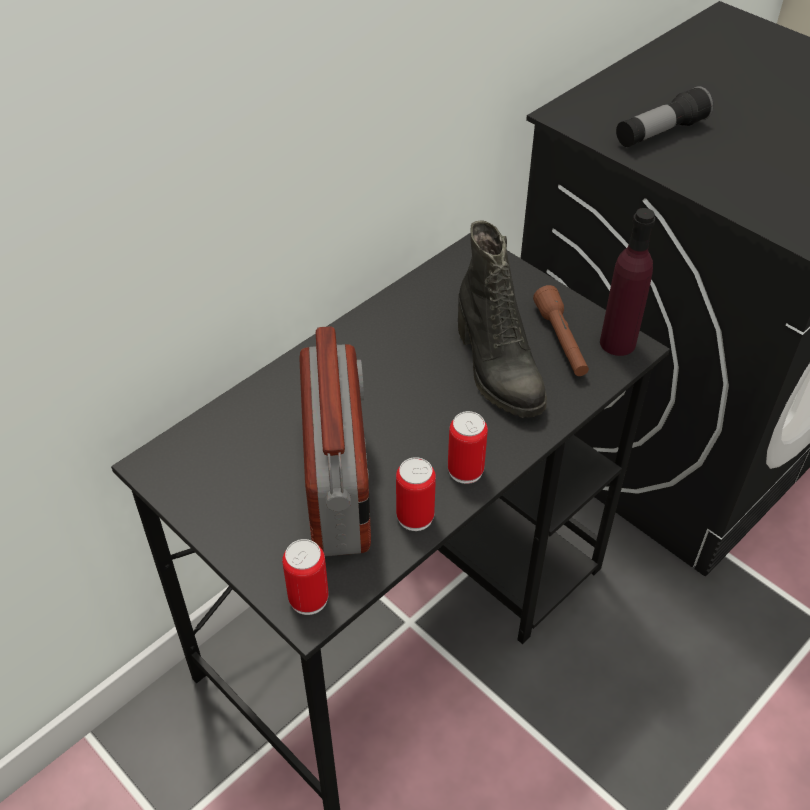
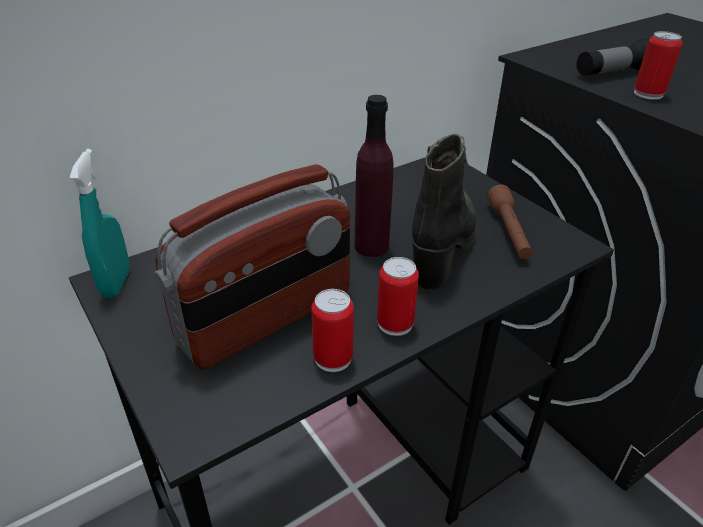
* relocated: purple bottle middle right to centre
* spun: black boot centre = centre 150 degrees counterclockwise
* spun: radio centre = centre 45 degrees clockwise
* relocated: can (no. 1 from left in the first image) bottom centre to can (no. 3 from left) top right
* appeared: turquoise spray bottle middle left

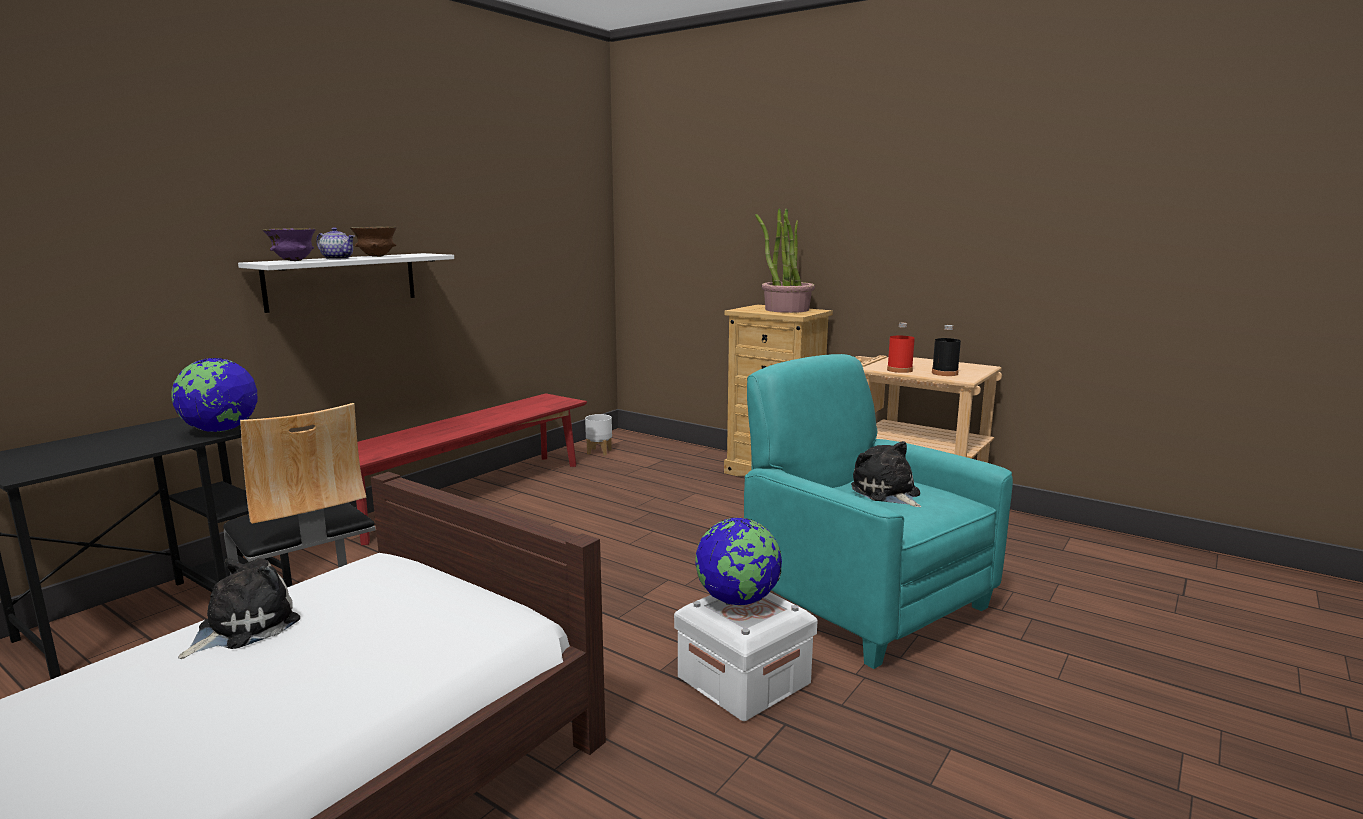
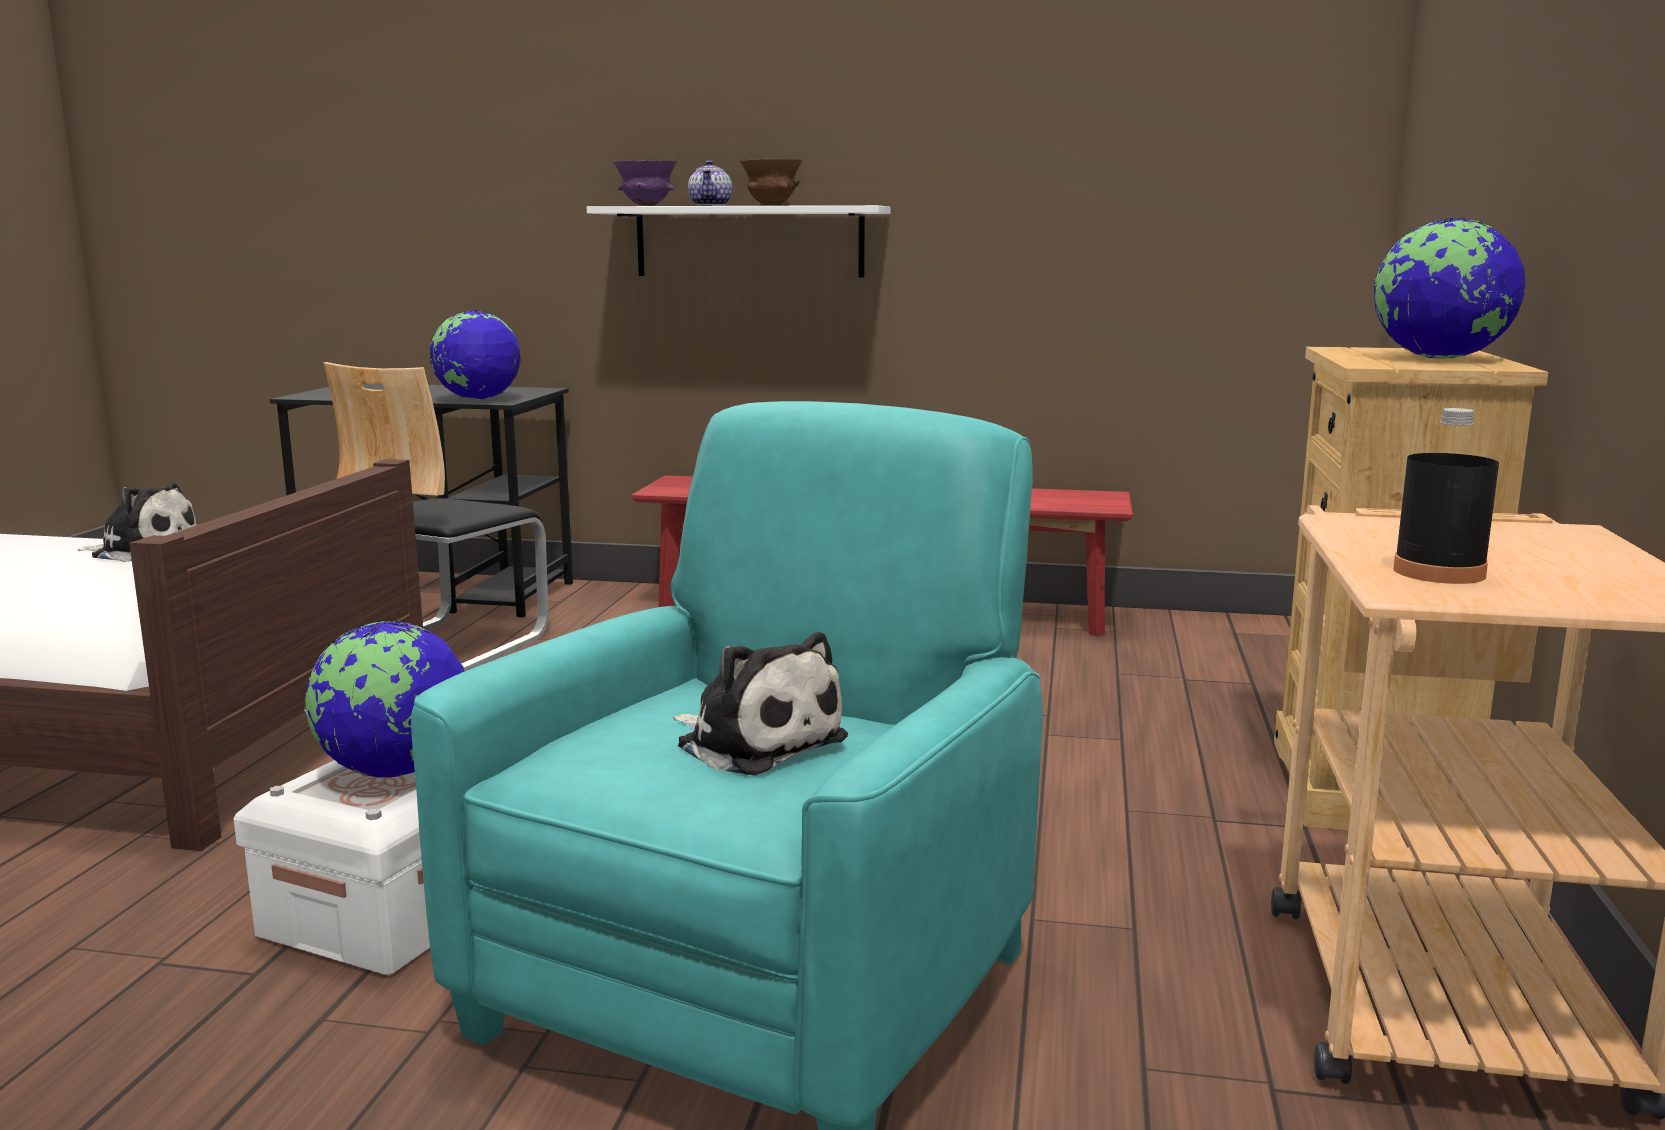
* exchanged: potted plant top centre to globe (no. 3 from left) top right
* missing: red bottle centre
* missing: white planter centre
* spun: plush toy (no. 2 from left) centre = centre 90 degrees clockwise

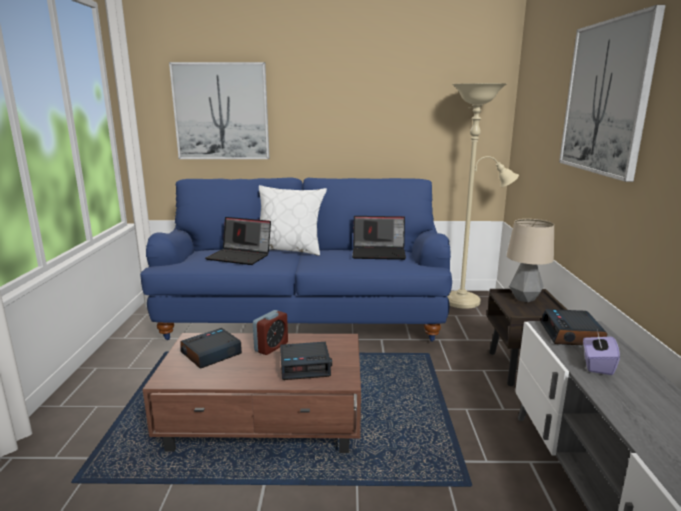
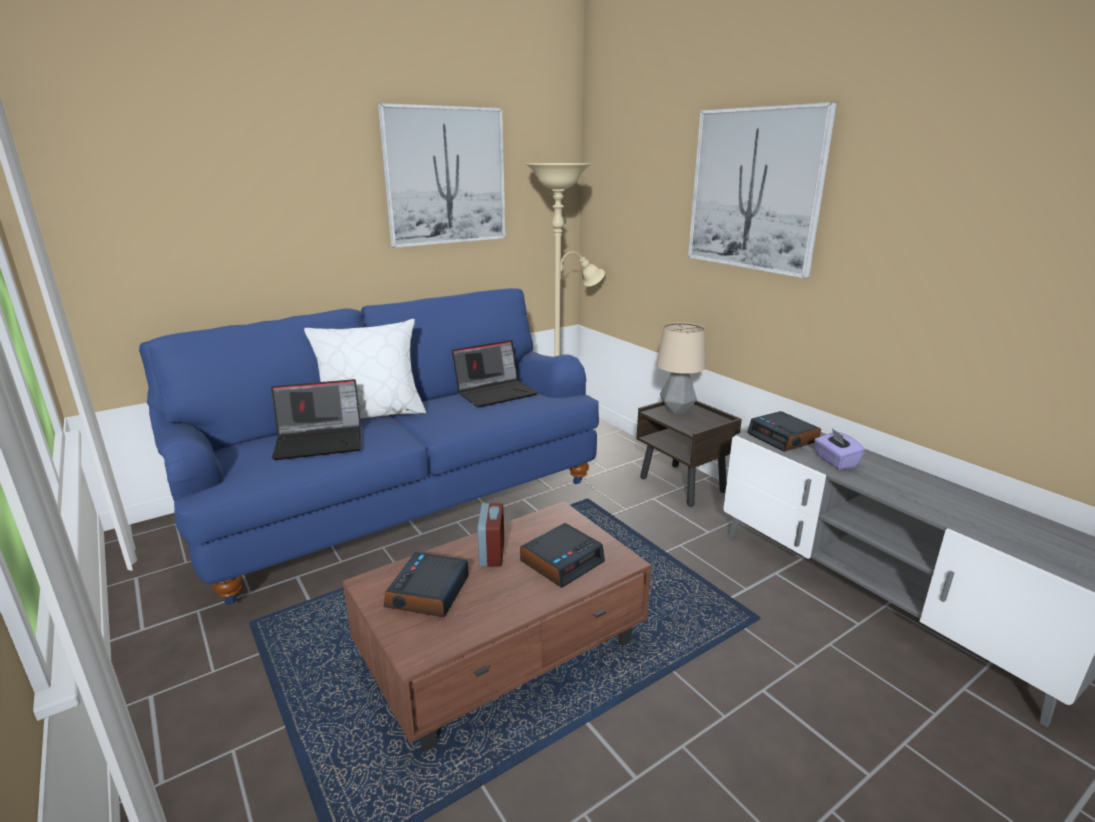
* relocated: picture (no. 1 from left) top left to top centre

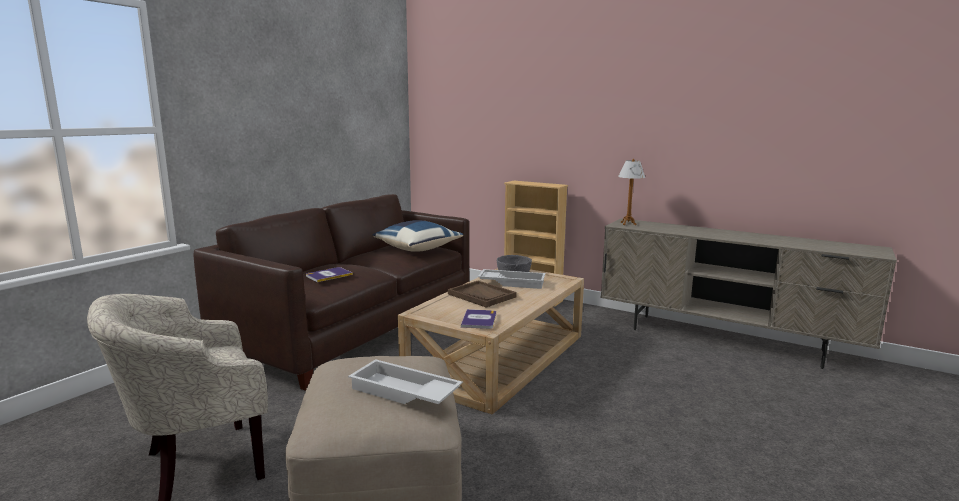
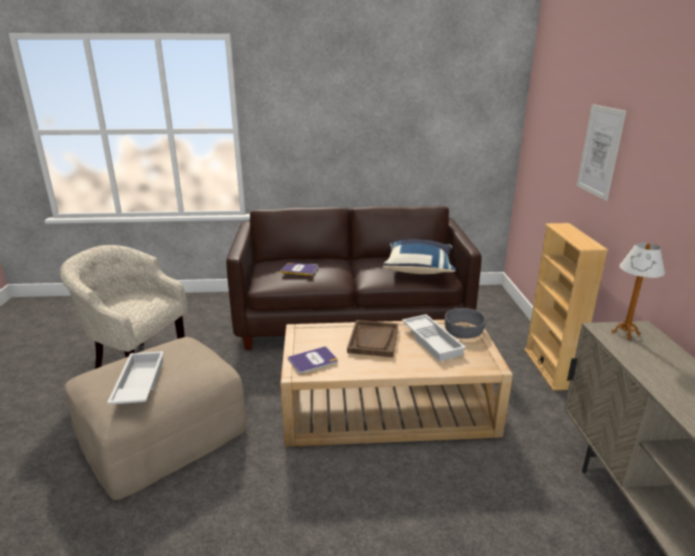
* appeared: picture top right

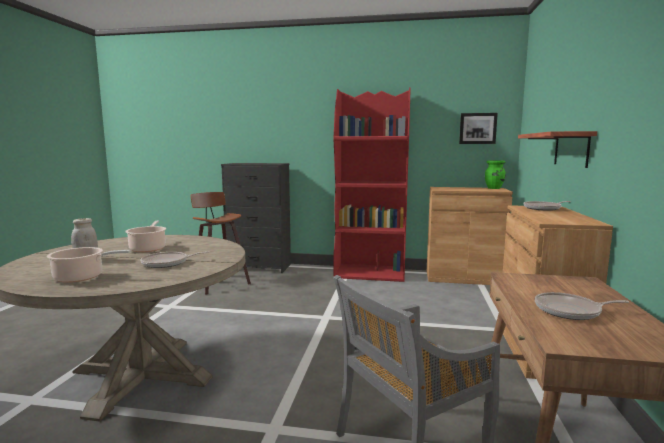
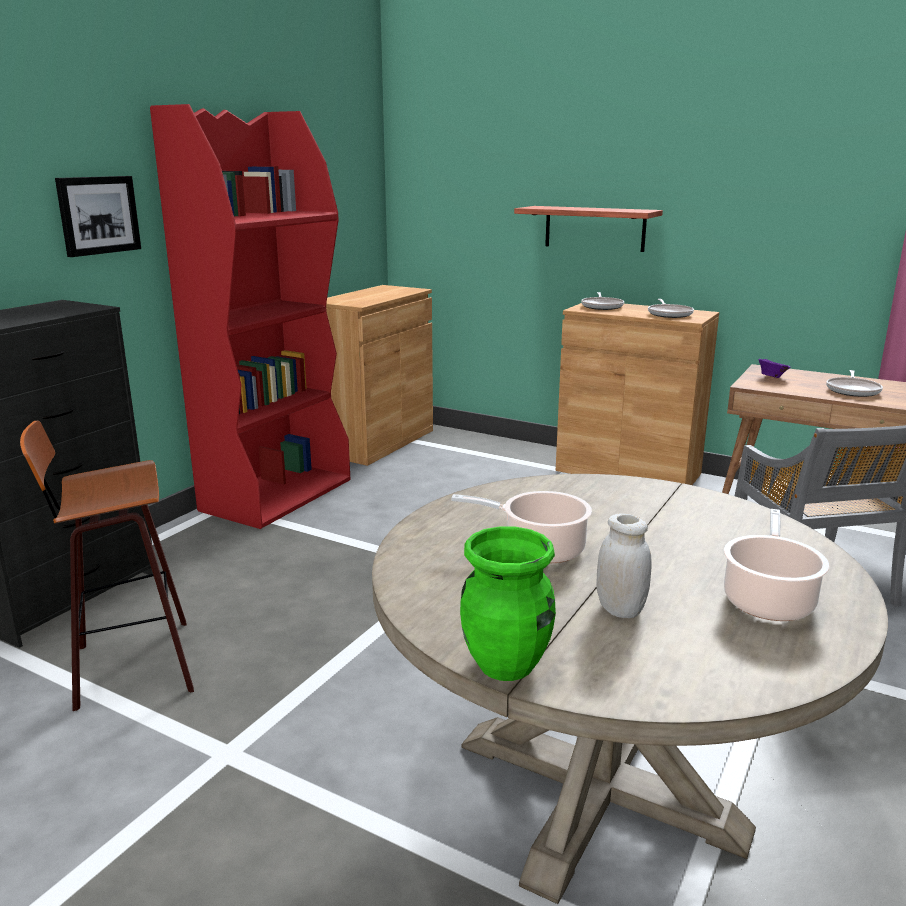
* relocated: picture top right to top left
* relocated: green vase middle right to centre
* relocated: frying pan (no. 1 from left in the first image) middle left to frying pan (no. 2 from left) middle right
* appeared: purple bowl middle right

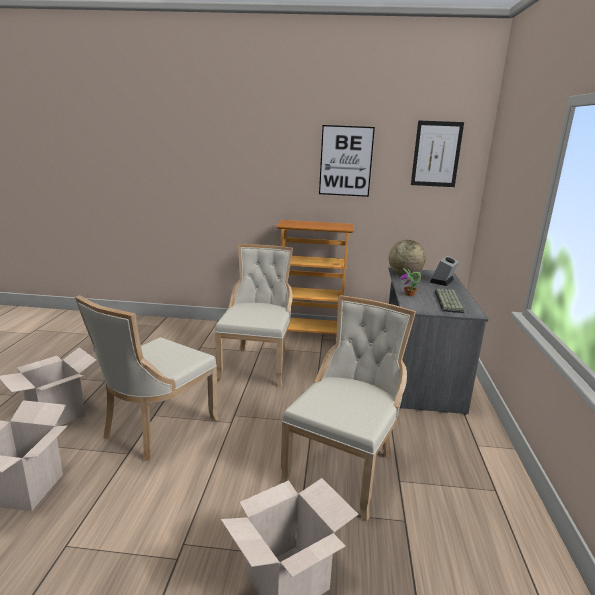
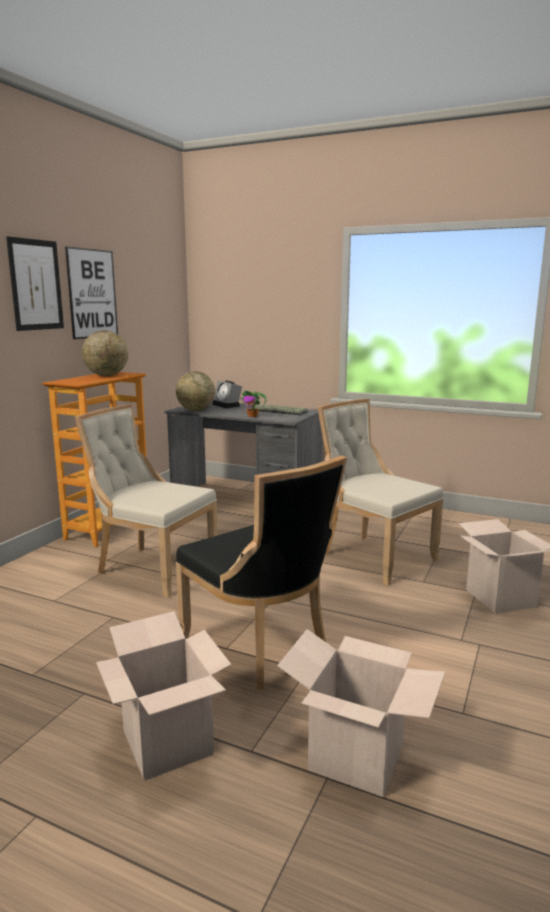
* relocated: picture (no. 2 from left in the first image) top right to picture (no. 1 from left) top left
* colour: beige chair (no. 1 from left) middle left to black chair centre
* appeared: globe (no. 1 from left) middle left

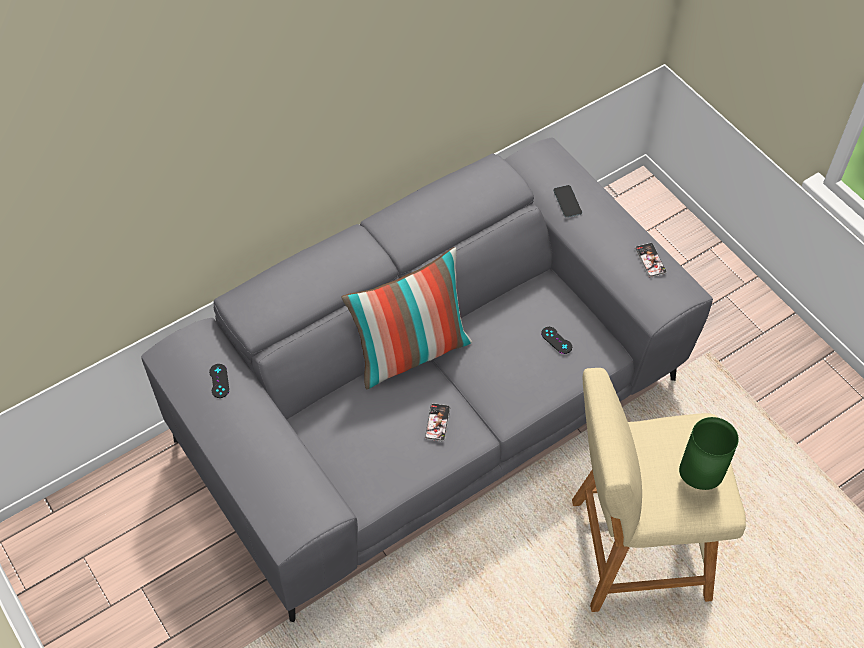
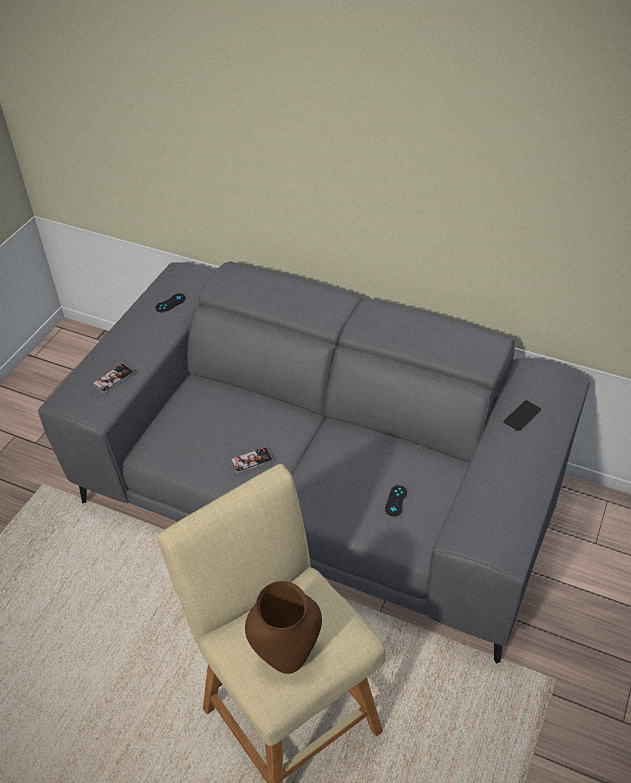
* relocated: phone (no. 3 from left in the first image) middle right to phone (no. 1 from left) middle left
* missing: pillow centre
* colour: green vase bottom right to brown vase bottom centre

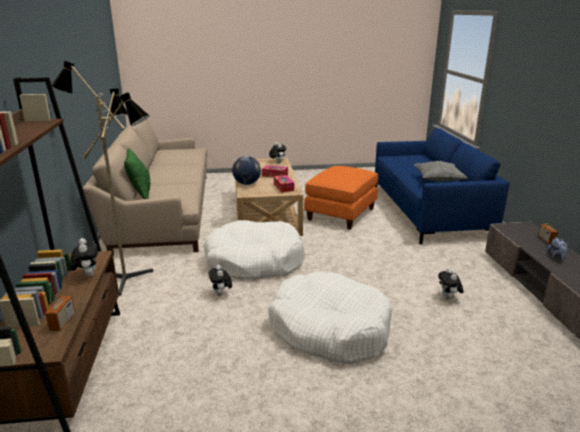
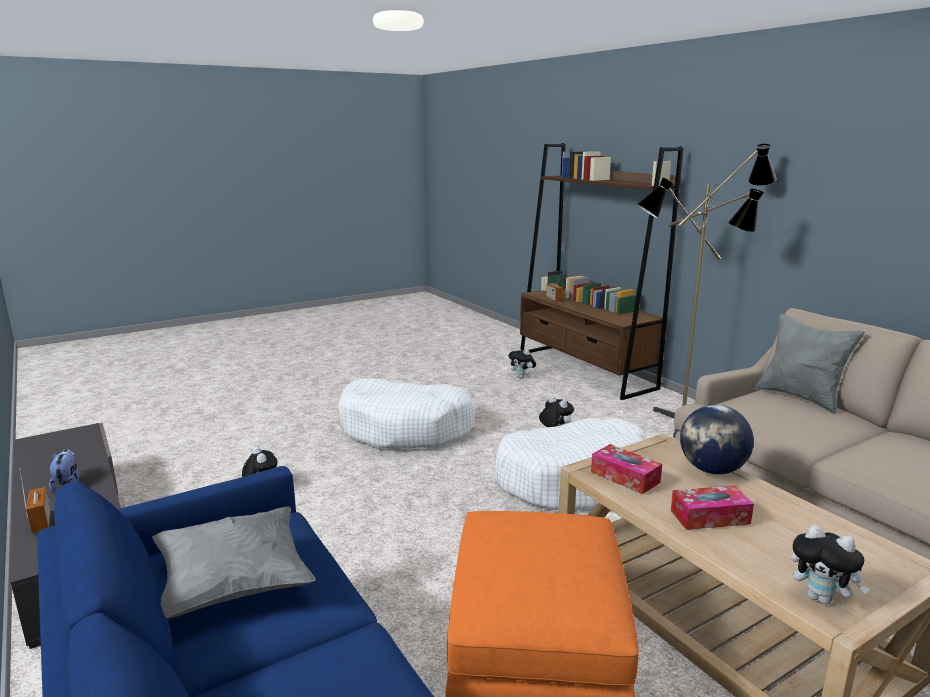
* colour: green pillow middle left to grey pillow (no. 2 from left) middle right
* relocated: plush toy (no. 1 from left in the first image) middle left to plush toy (no. 3 from left) centre

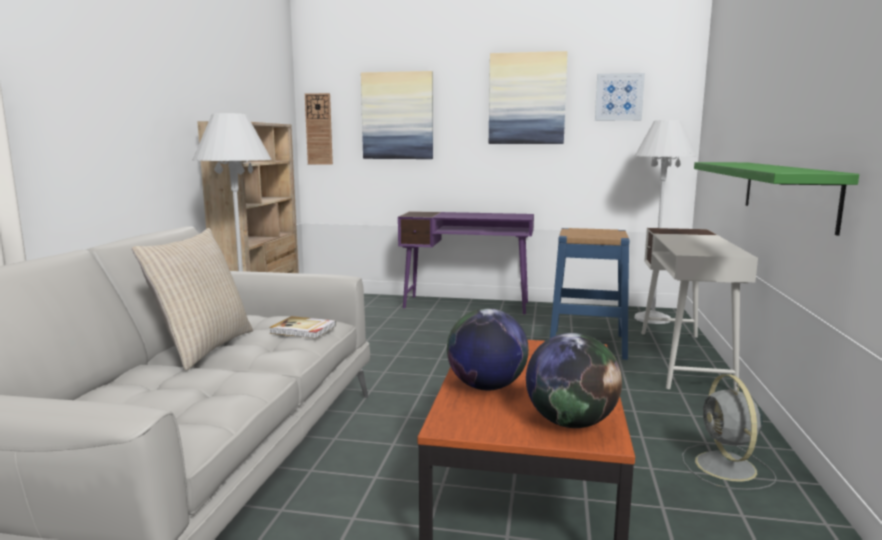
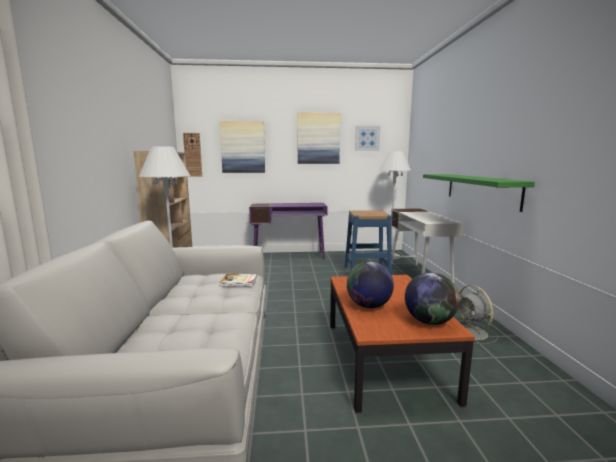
* missing: beige pillow middle left

